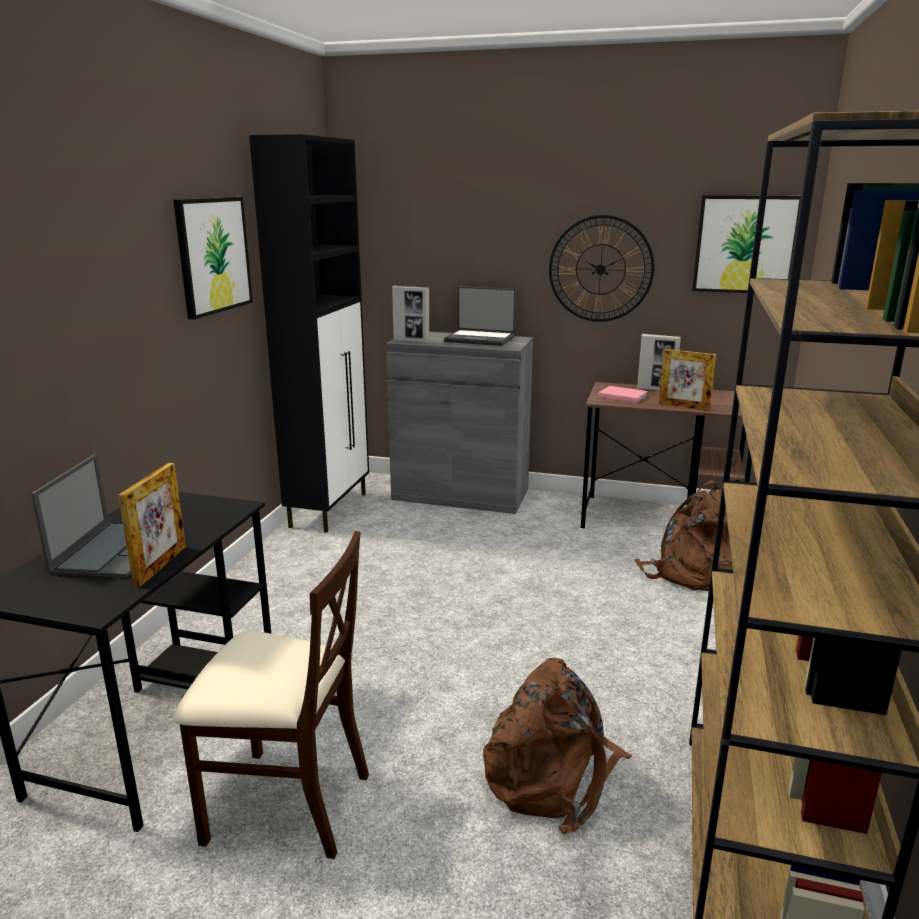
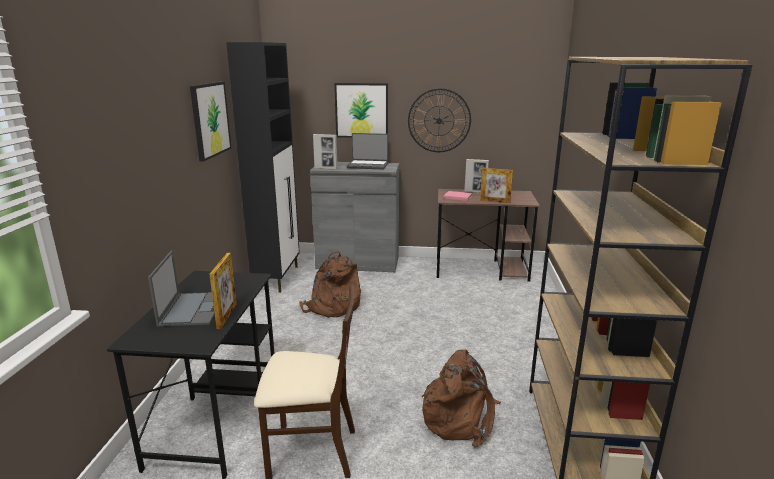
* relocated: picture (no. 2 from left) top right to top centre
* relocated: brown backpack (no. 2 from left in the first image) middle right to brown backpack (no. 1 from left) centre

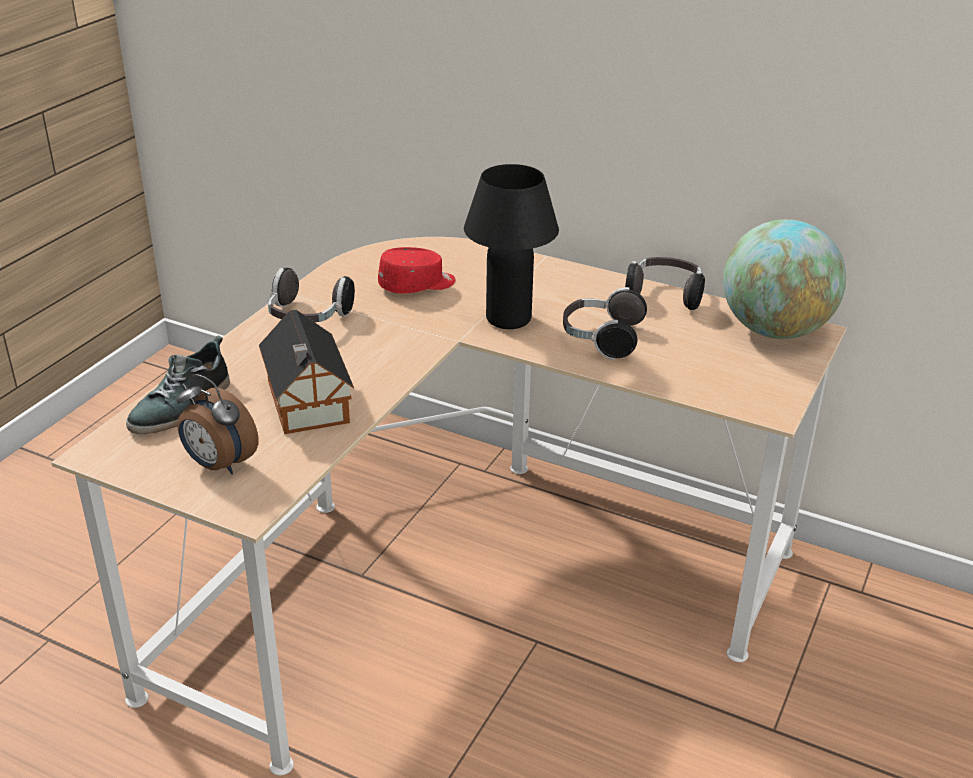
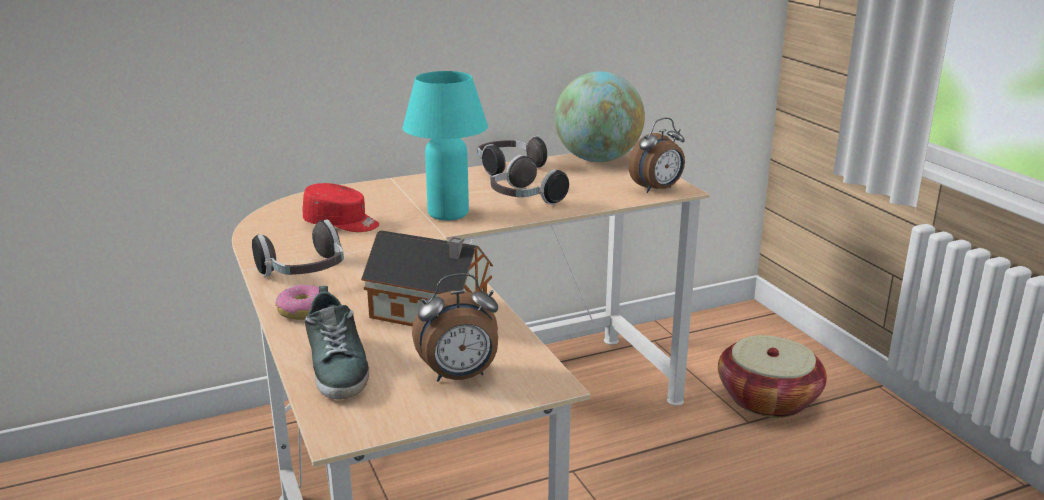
* colour: black table lamp top centre to turquoise table lamp top centre
* spun: red cap centre = middle left 90 degrees clockwise
* appeared: alarm clock (no. 2 from left) top centre
* appeared: donut middle left
* appeared: basket bottom right

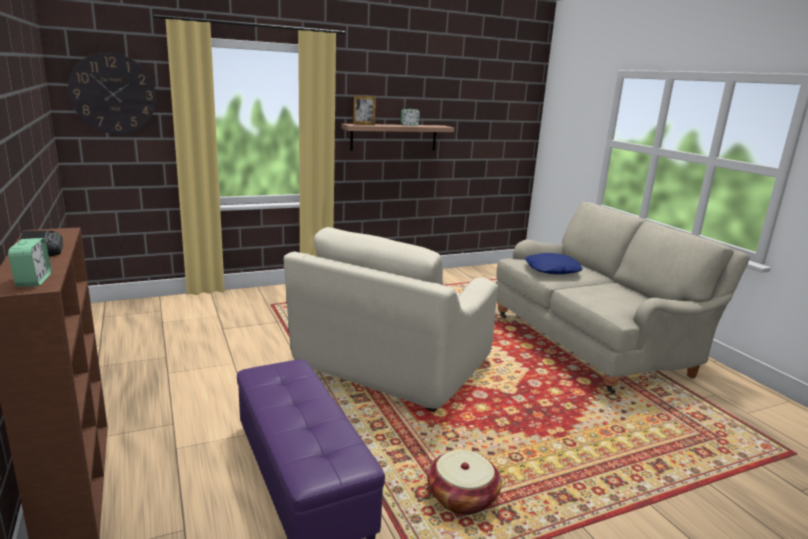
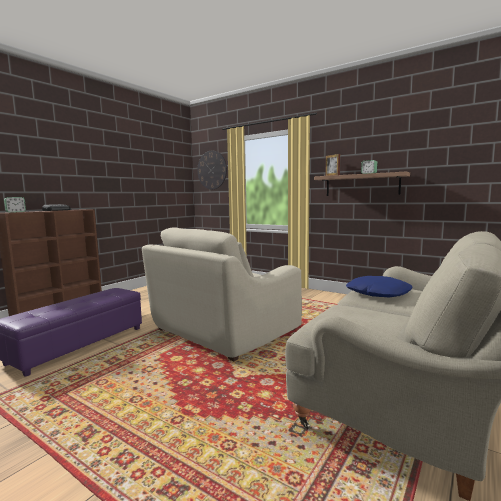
* spun: beige armchair centre = centre 45 degrees counterclockwise
* missing: basket bottom centre

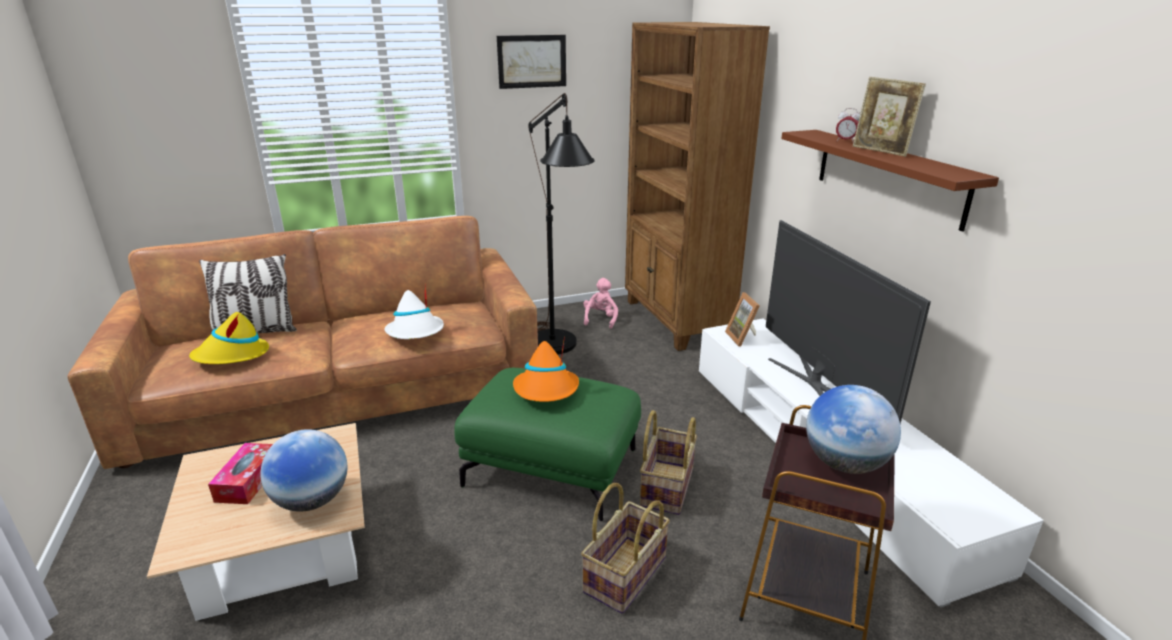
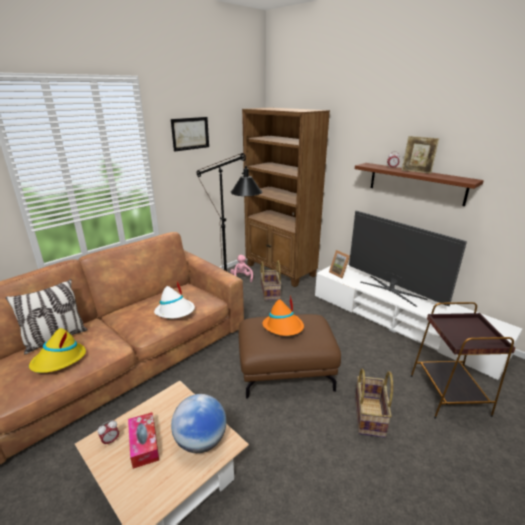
* colour: green ottoman bottom centre to brown ottoman bottom centre
* missing: globe (no. 2 from left) bottom right
* relocated: basket (no. 2 from left in the first image) bottom centre to basket (no. 1 from left) centre
* appeared: alarm clock (no. 1 from left) bottom left

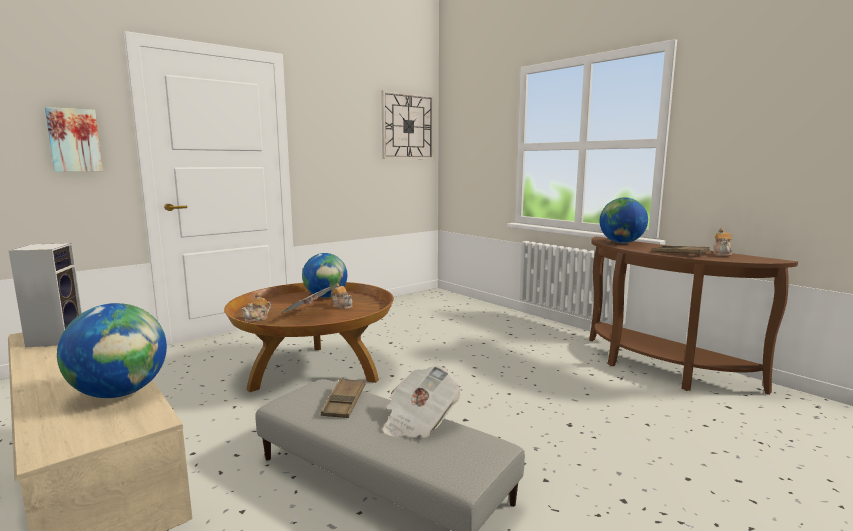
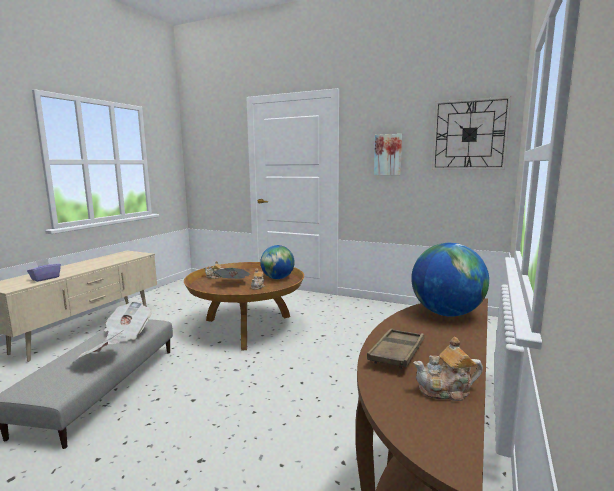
* relocated: picture top left to top centre
* missing: speaker middle left
* exchanged: globe (no. 1 from left) middle left to purple tissue box middle left
* exchanged: brown tray (no. 1 from left) bottom centre to newspaper (no. 2 from left) middle left

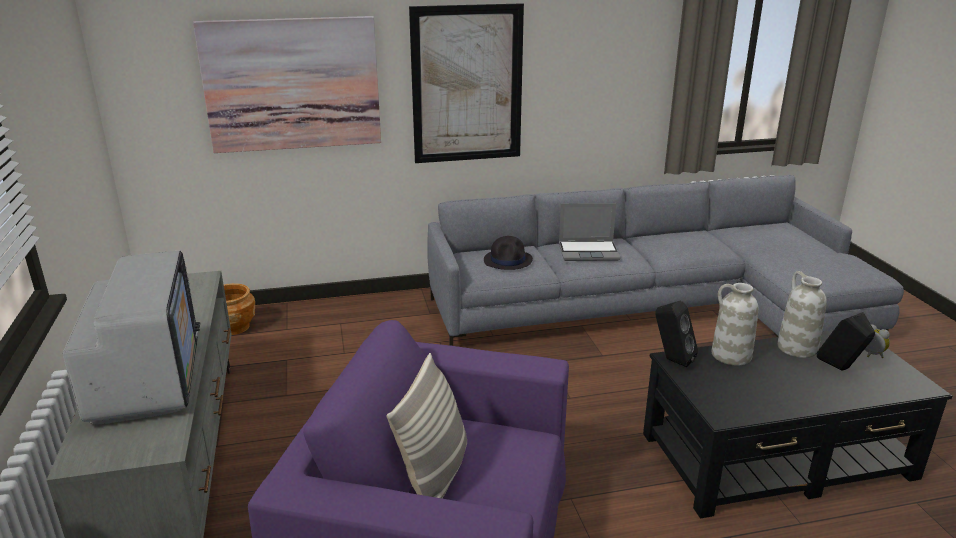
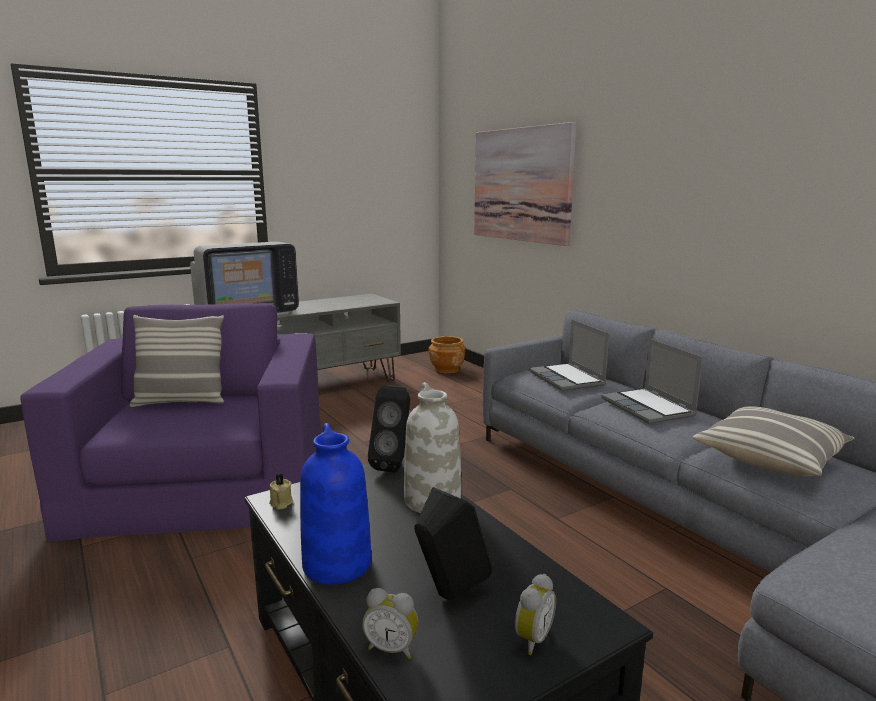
* missing: picture (no. 2 from left) top centre
* exchanged: black hat centre to laptop (no. 1 from left) centre
* missing: white vase (no. 2 from left) middle right
* appeared: pillow (no. 2 from left) middle right
* appeared: blue vase bottom centre
* appeared: beige candle bottom left
* appeared: alarm clock (no. 1 from left) bottom centre

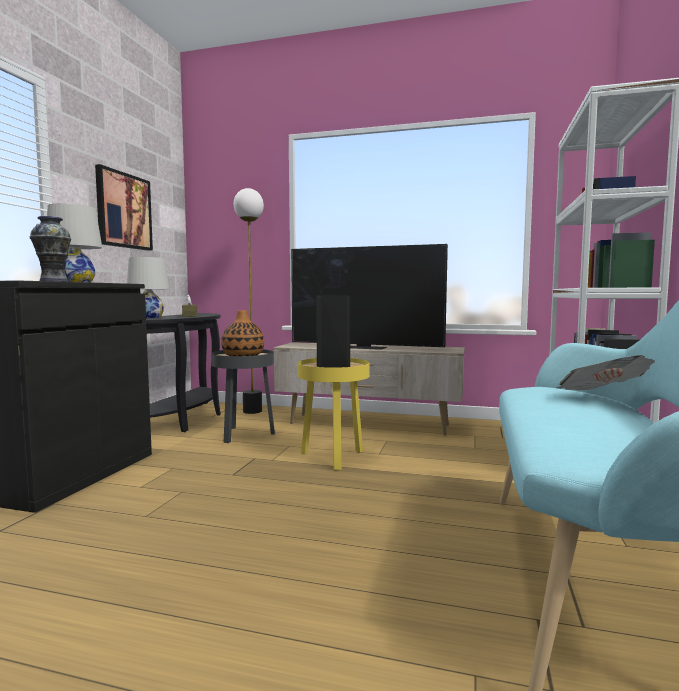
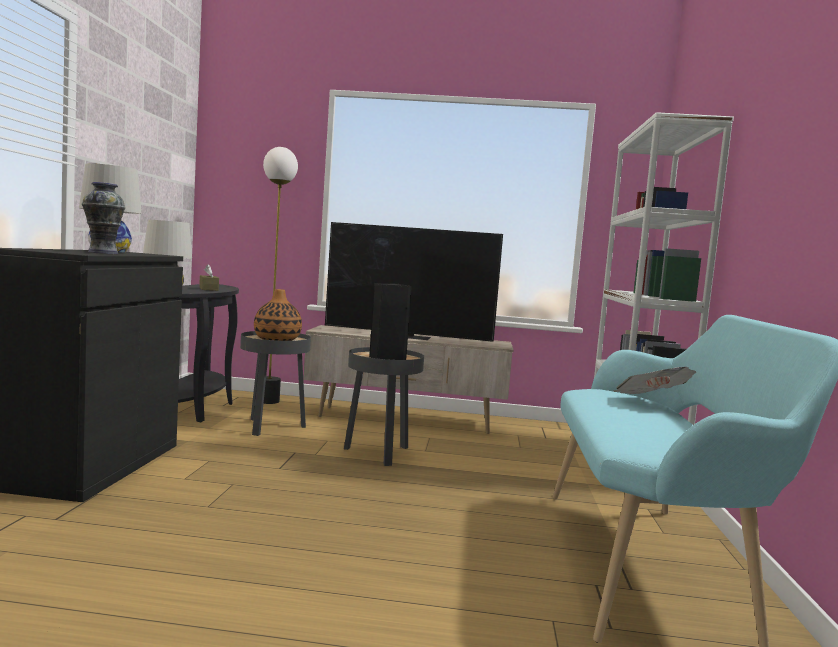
* missing: picture top left
* colour: yellow side table centre to black side table (no. 2 from left) centre

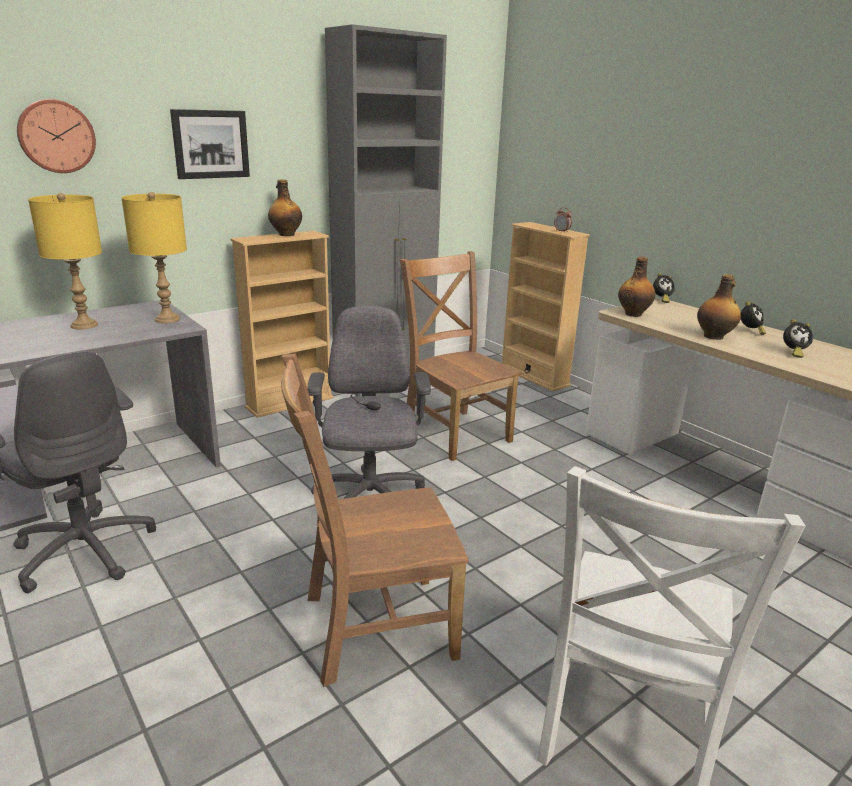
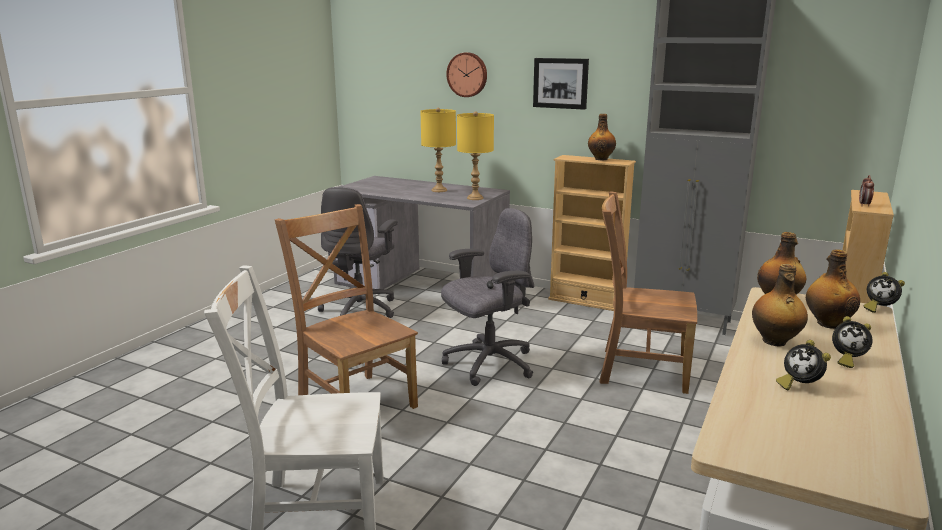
* spun: brown chair (no. 2 from left) centre = middle right 105 degrees counterclockwise
* appeared: bottle (no. 4 from left) middle right

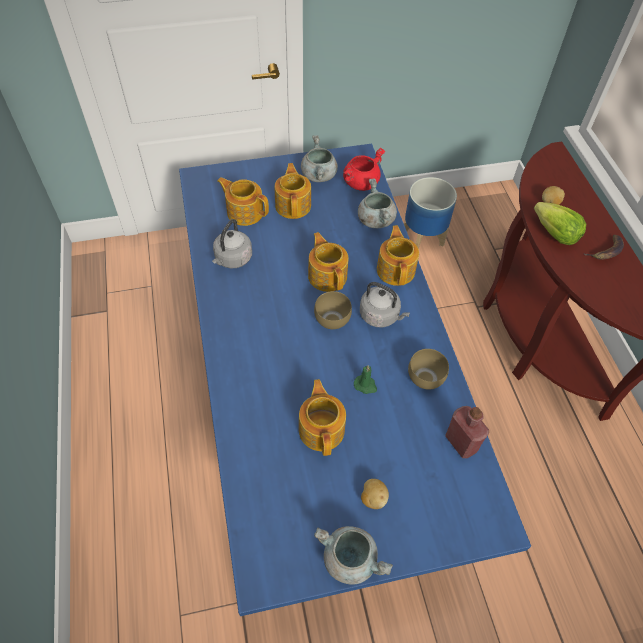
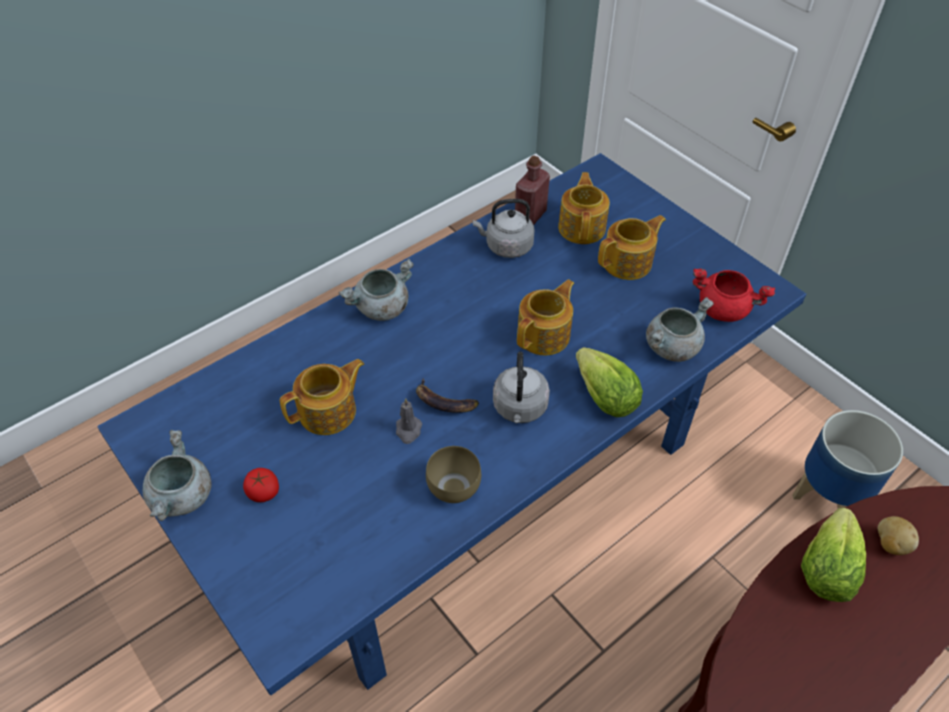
* relocated: grey cooking pot (no. 1 from left in the first image) top centre to grey cooking pot (no. 2 from left) centre
* exchanged: teapot (no. 5 from left) centre to lettuce (no. 1 from left) centre
* relocated: banana middle right to centre
* missing: brown bowl (no. 1 from left) centre
* colour: green candle centre to grey candle centre
* relocated: red bottle bottom right to top centre
* exchanged: potato (no. 1 from left) bottom centre to tomato bottom left

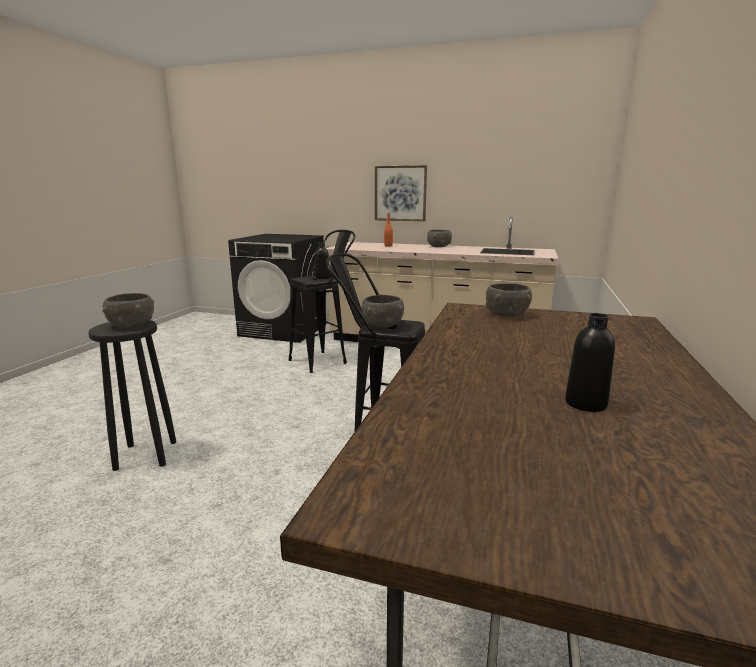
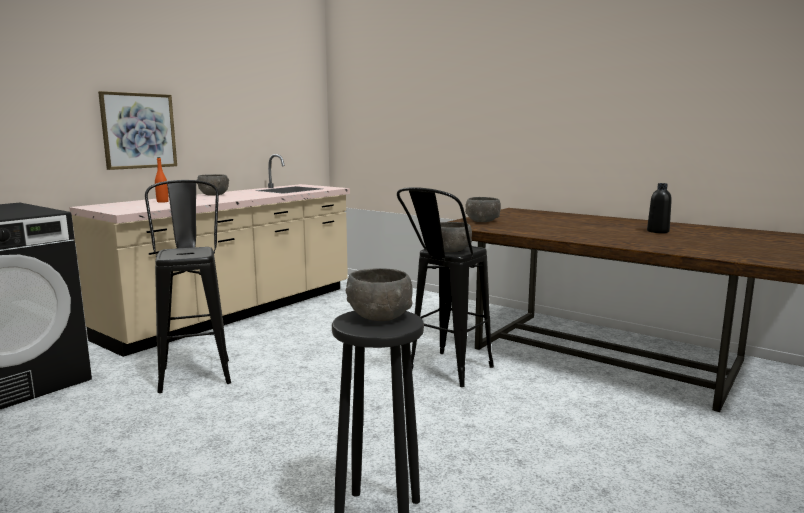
* missing: black bottle (no. 1 from left) centre

